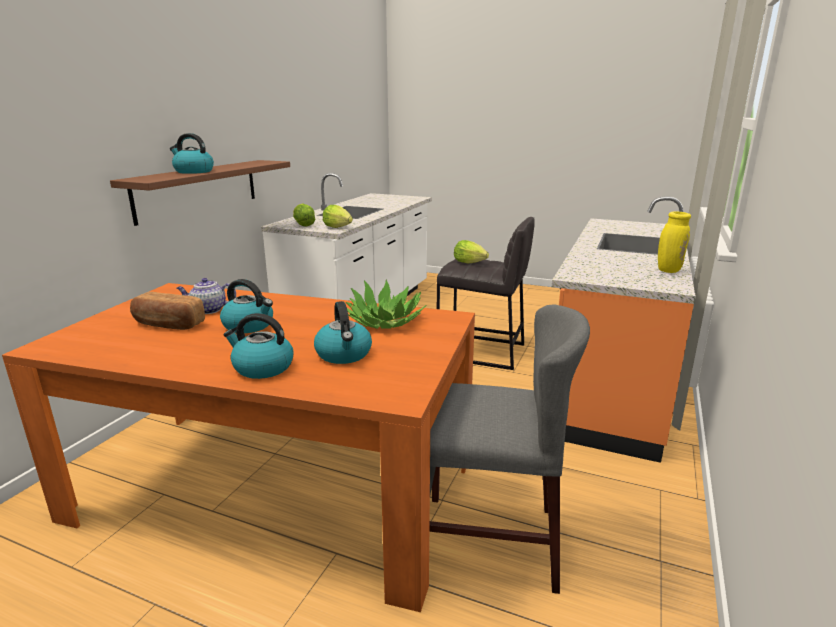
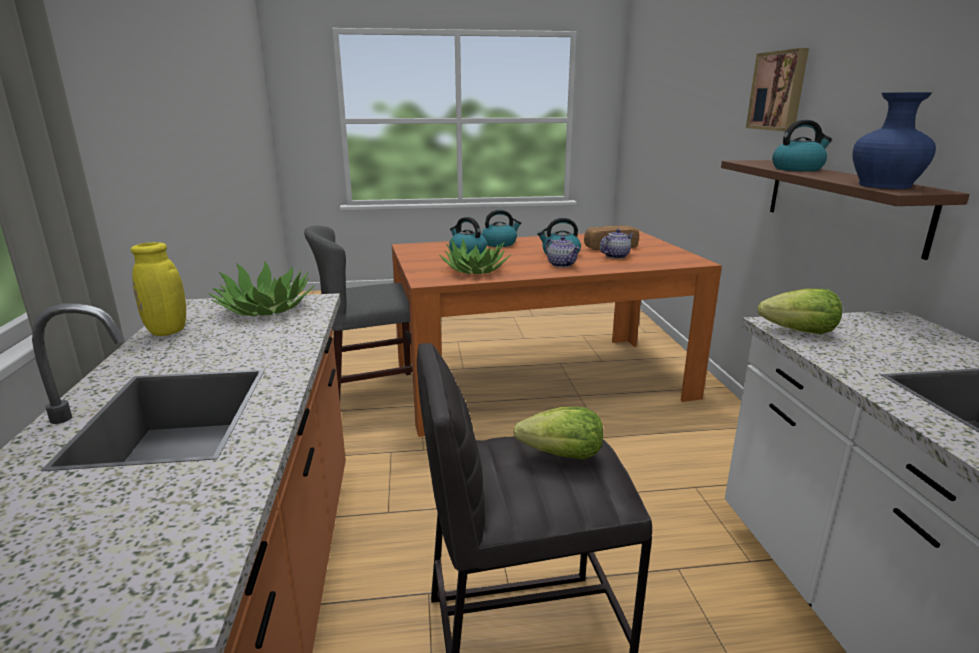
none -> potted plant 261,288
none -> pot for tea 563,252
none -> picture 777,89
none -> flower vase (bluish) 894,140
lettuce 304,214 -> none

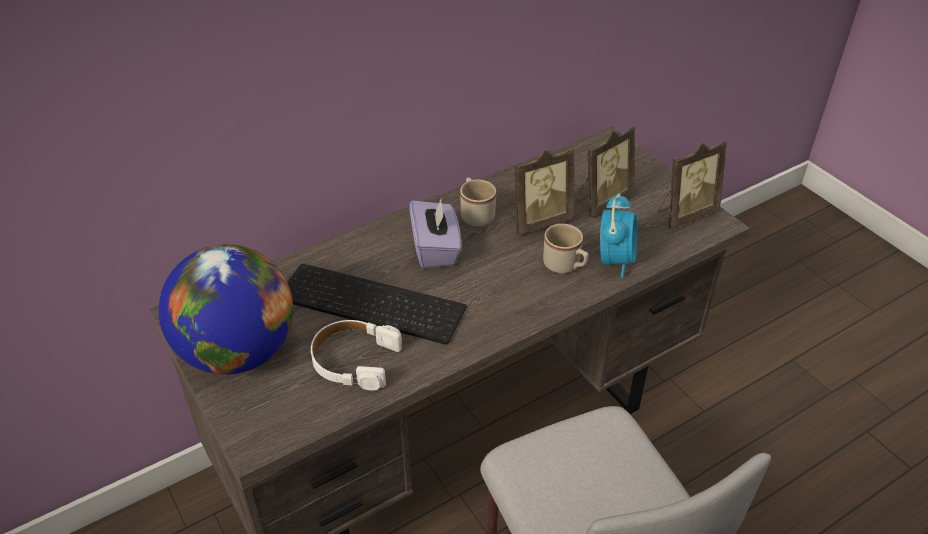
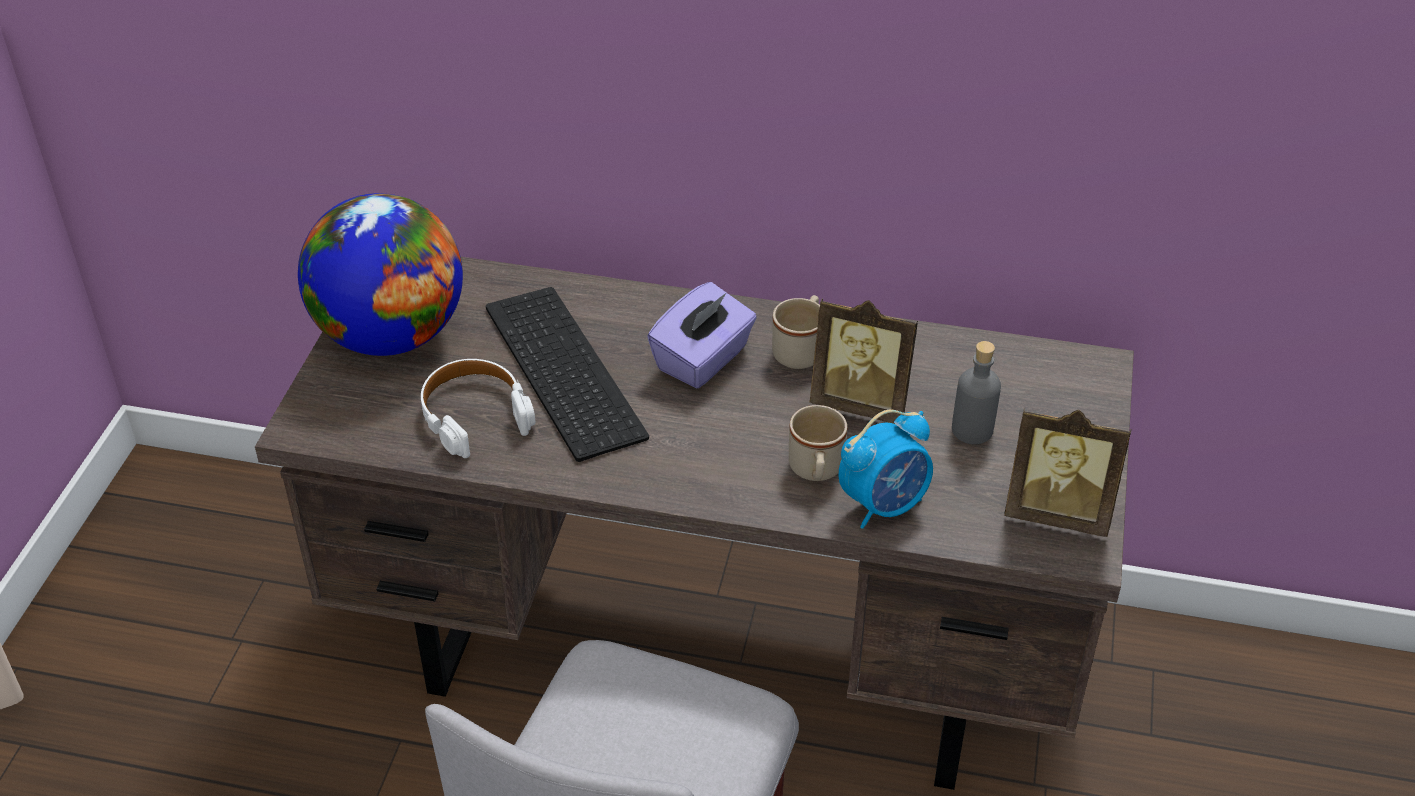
photo frame 605,172 -> bottle (greyish) 976,392

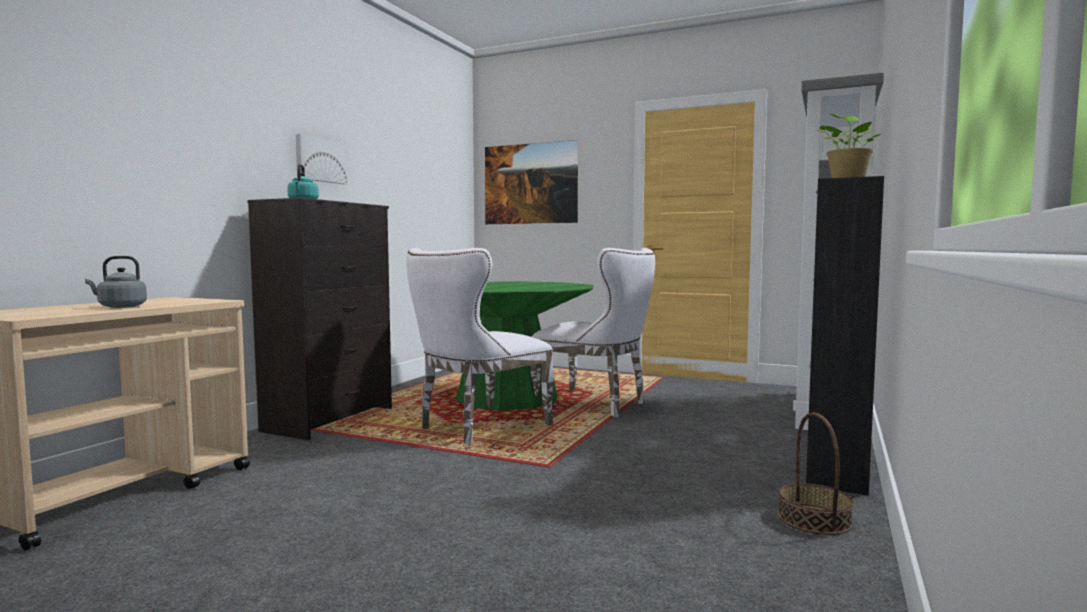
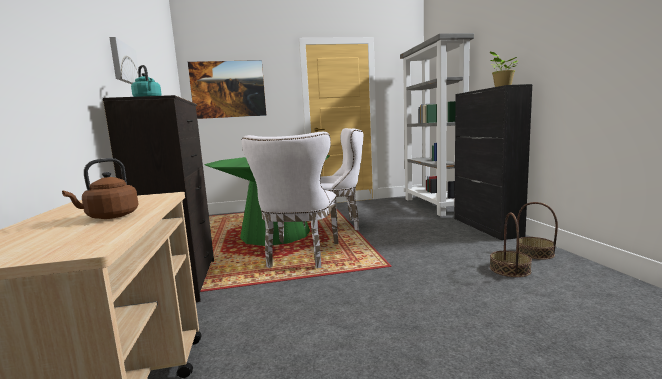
tea kettle (greyish) 116,282 -> tea kettle (brownish) 100,188
none -> household basket 511,245

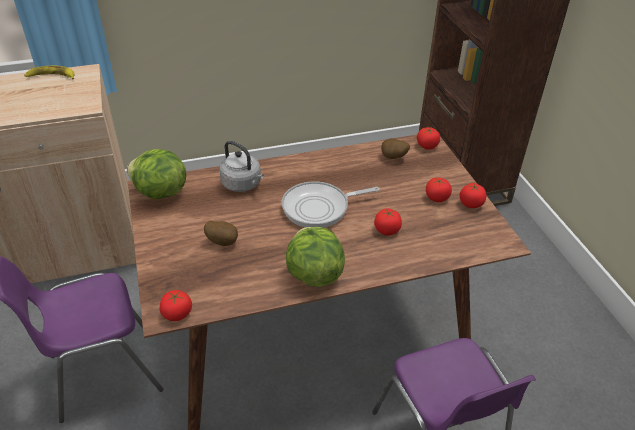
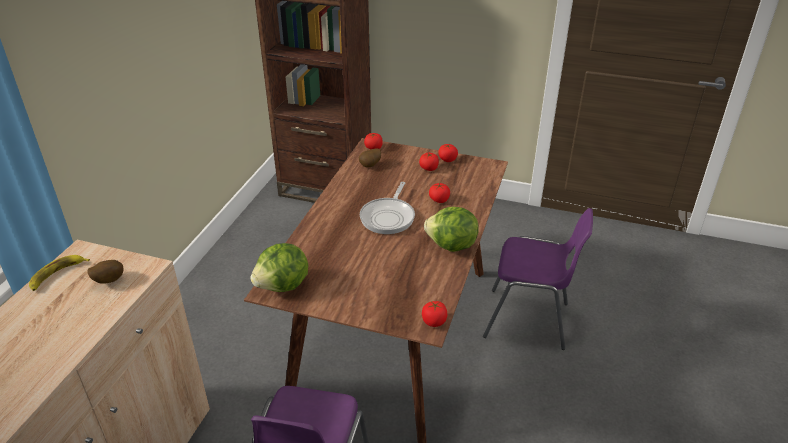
potato 221,233 -> potato 105,272, move
tea kettle (greyish) 241,166 -> none

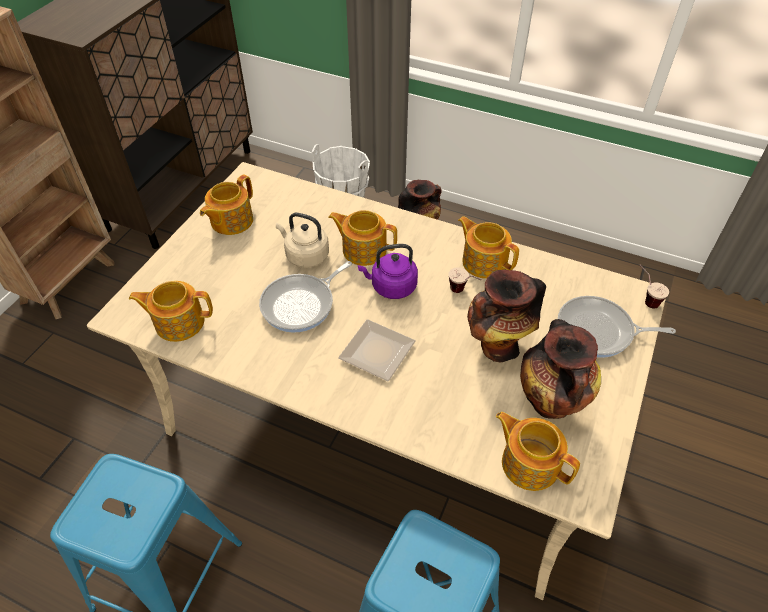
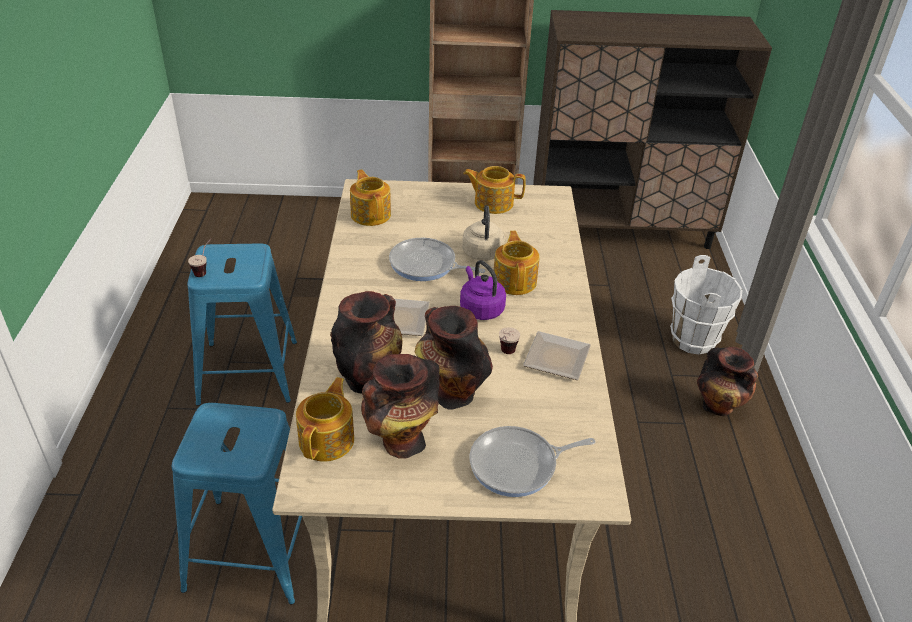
cup 654,286 -> cup 200,257, move
none -> flower vase 366,342
skillet 617,327 -> skillet 532,461, 90 degrees counterclockwise
pot for tea 488,247 -> dinner plate 557,355

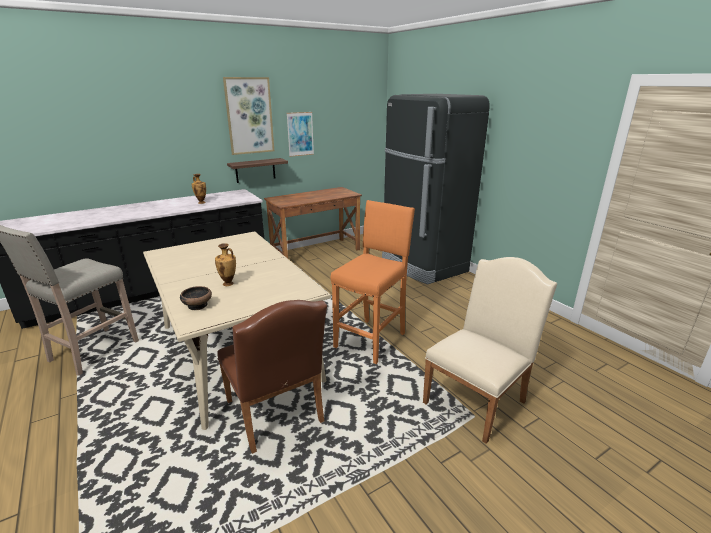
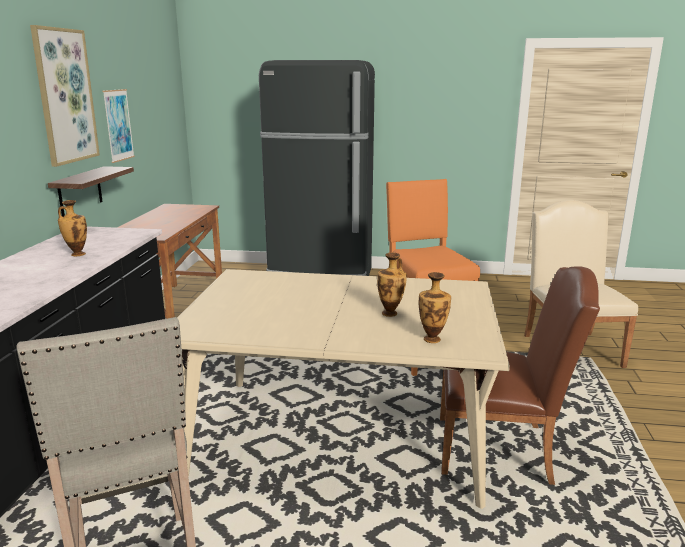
serving bowl 196,298 -> flower vase 435,307

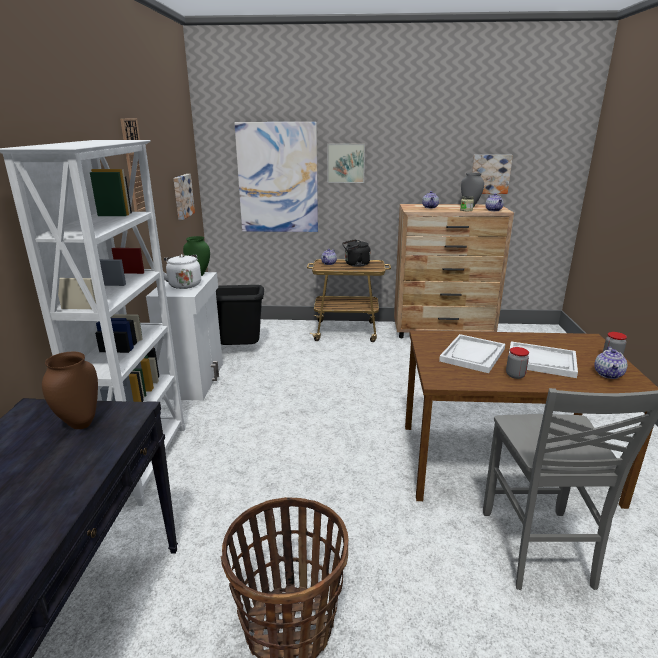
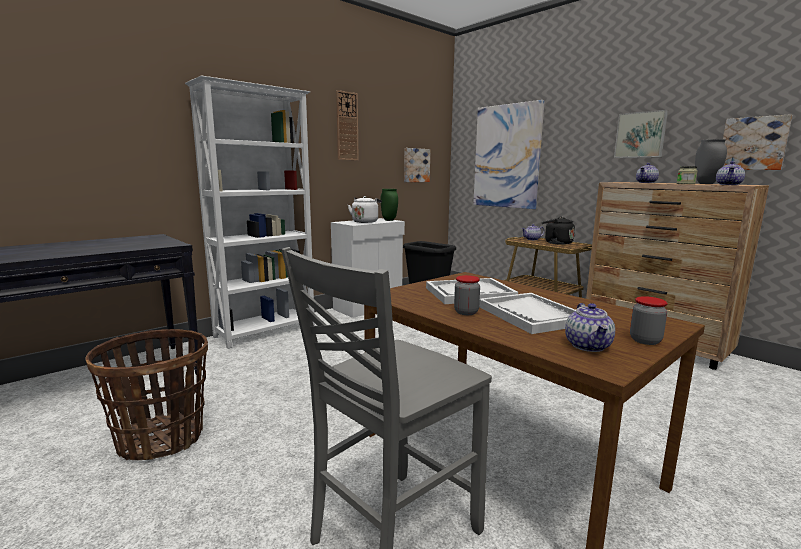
pot for tea 610,363 -> pot for tea 590,327, 60 degrees counterclockwise
picture 346,163 -> picture 641,134, move
flower vase (brownish) 70,390 -> none

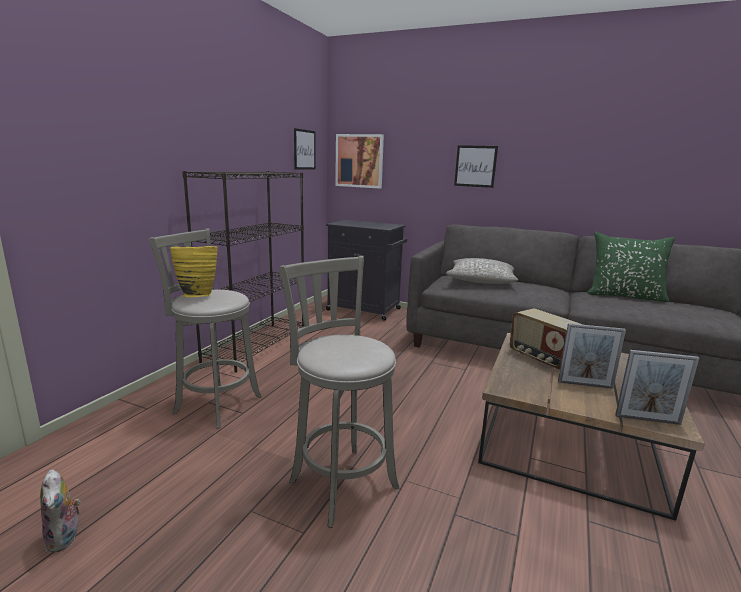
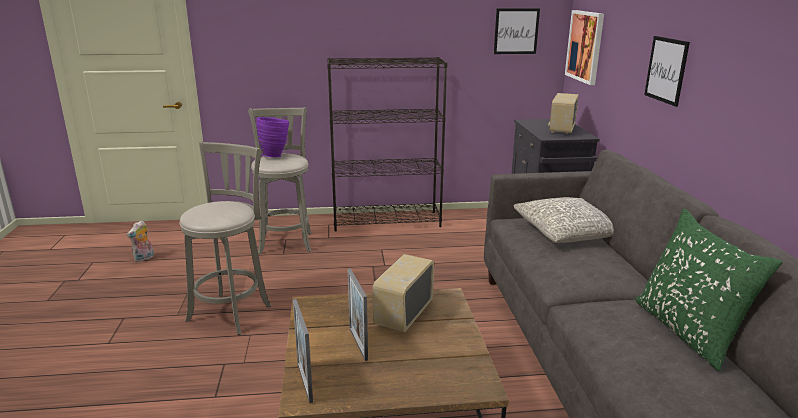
flower vase (yellowish) 193,271 -> flower vase (purplish) 272,137
none -> radio set 563,113

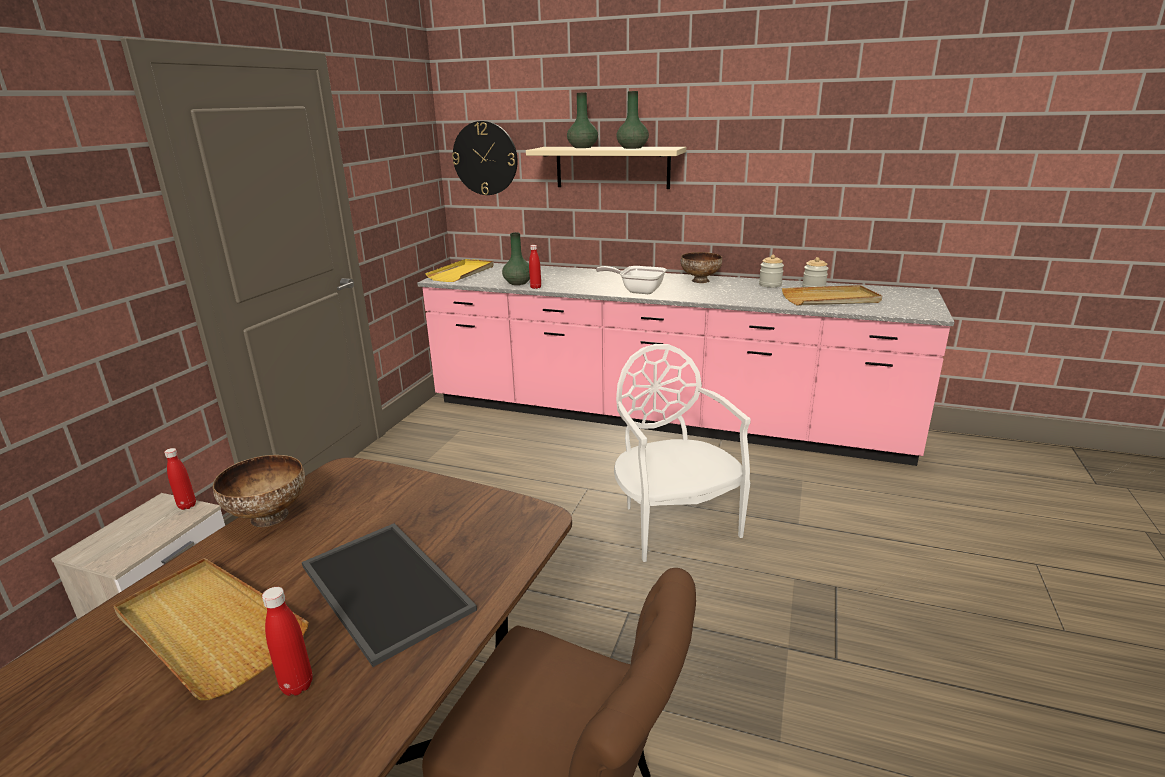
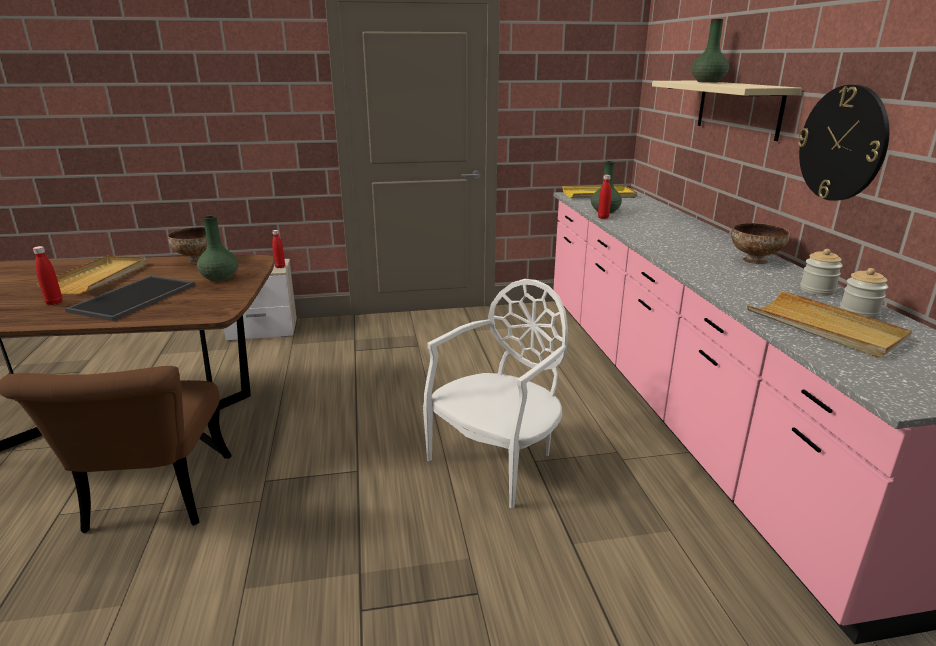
flower vase (green-coloured) 632,120 -> flower vase (green-coloured) 217,249, move
clock on the wall 485,158 -> clock on the wall 843,143, move
skillet 631,280 -> none

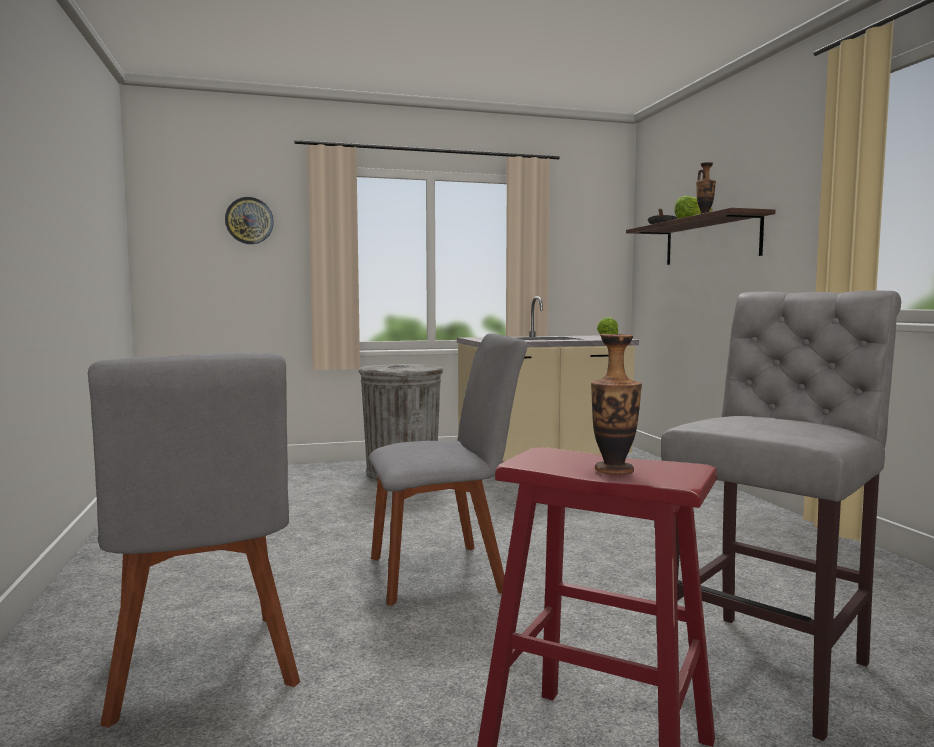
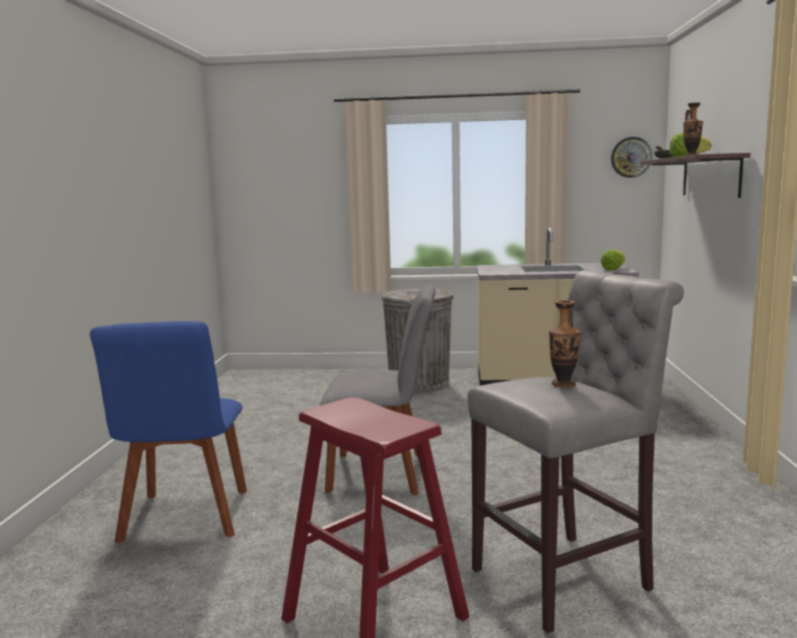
chair (greyish) 194,540 -> chair (bluish) 168,432
flower vase 616,404 -> flower vase 565,344, move
clock on the wall 249,220 -> clock on the wall 631,157, move

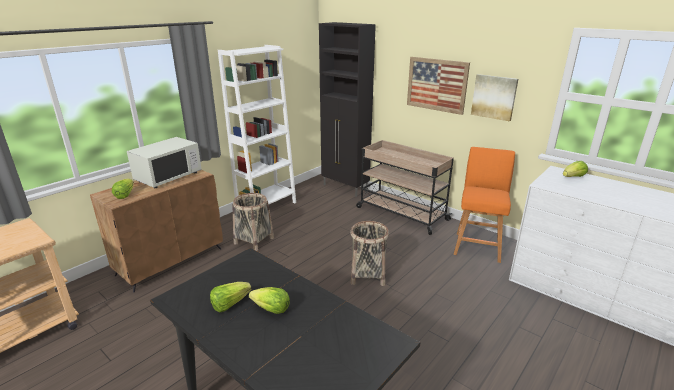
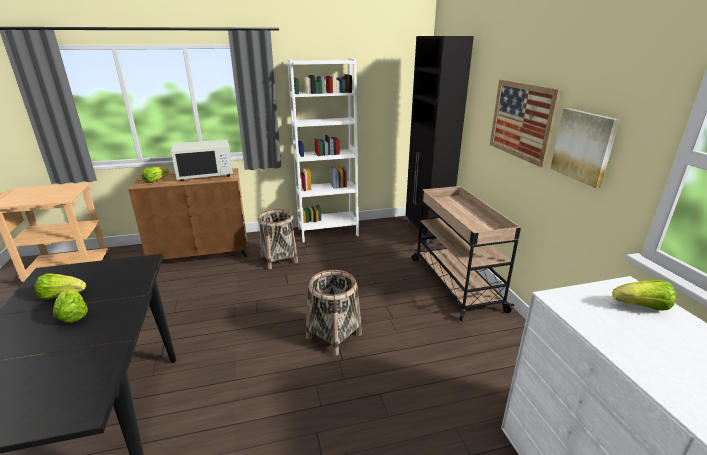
stool (orangey) 484,205 -> none

